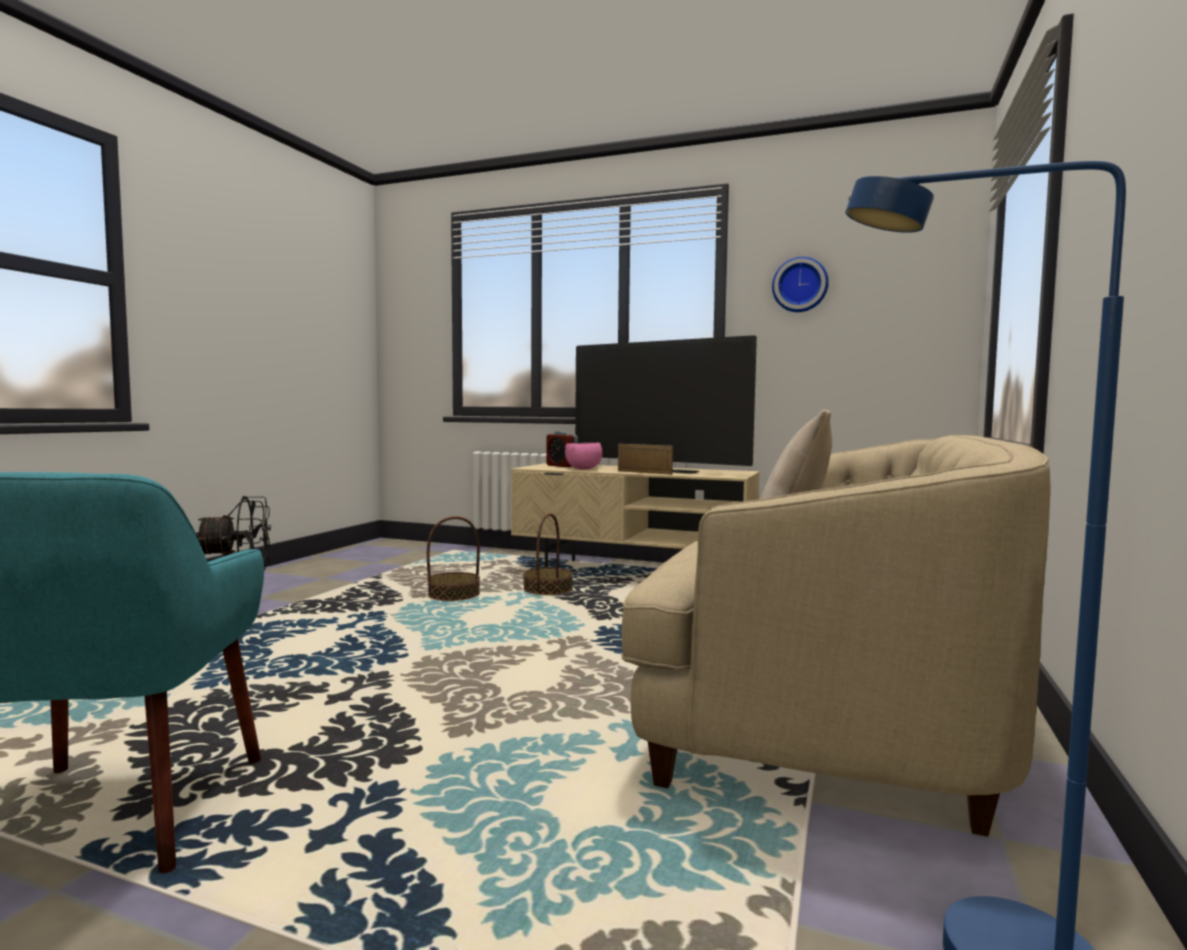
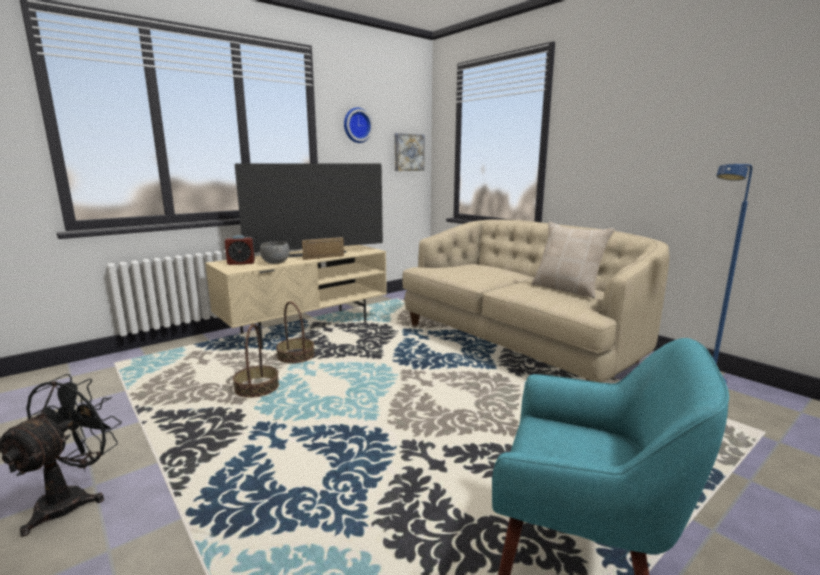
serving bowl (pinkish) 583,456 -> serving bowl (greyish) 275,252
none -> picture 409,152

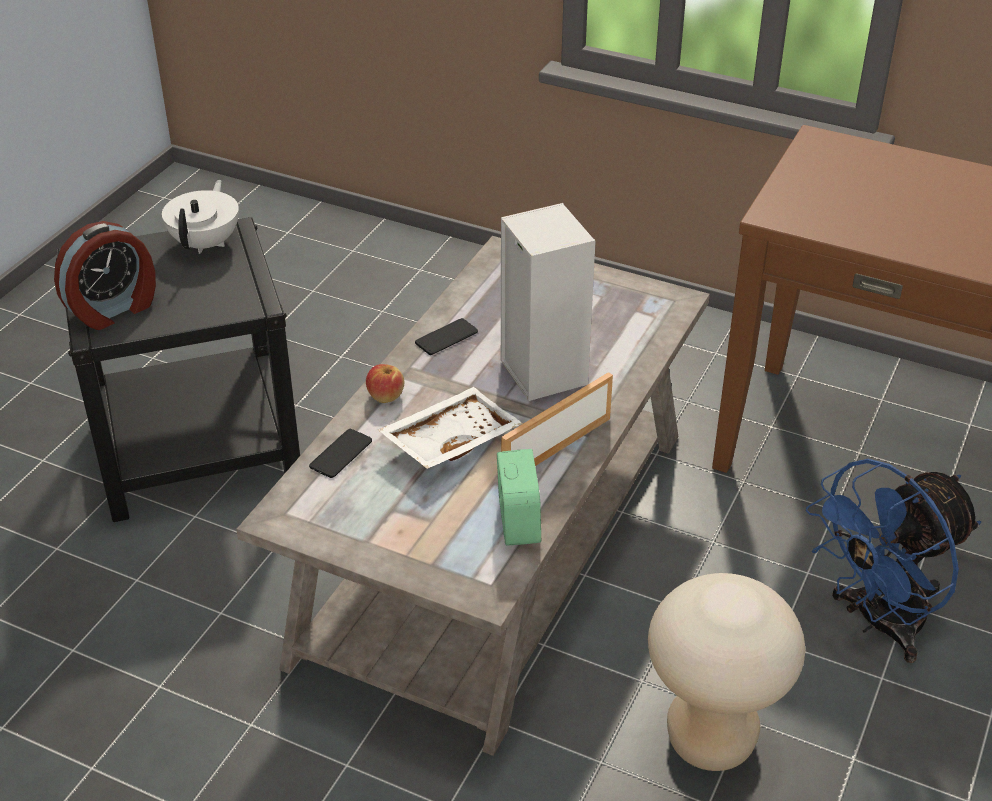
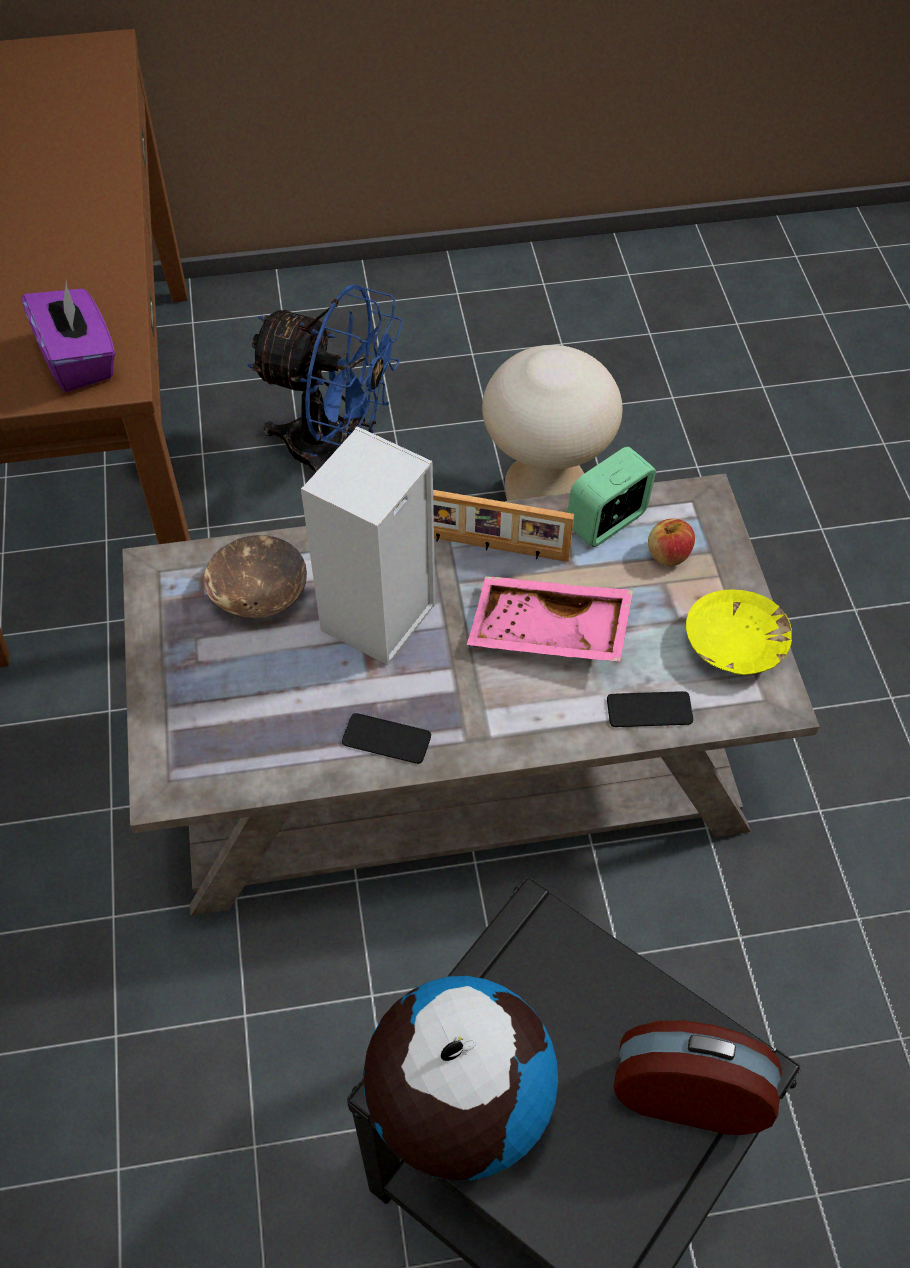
none -> tissue box (purplish) 68,337
none -> serving bowl (brownish) 255,577
pot for tea (white-coloured) 200,217 -> desk globe 460,1078
serving tray (white-coloured) 450,428 -> serving tray (pinkish) 550,619
apple fruit 385,383 -> apple fruit 671,542, move
none -> serving bowl (yellowish) 739,632

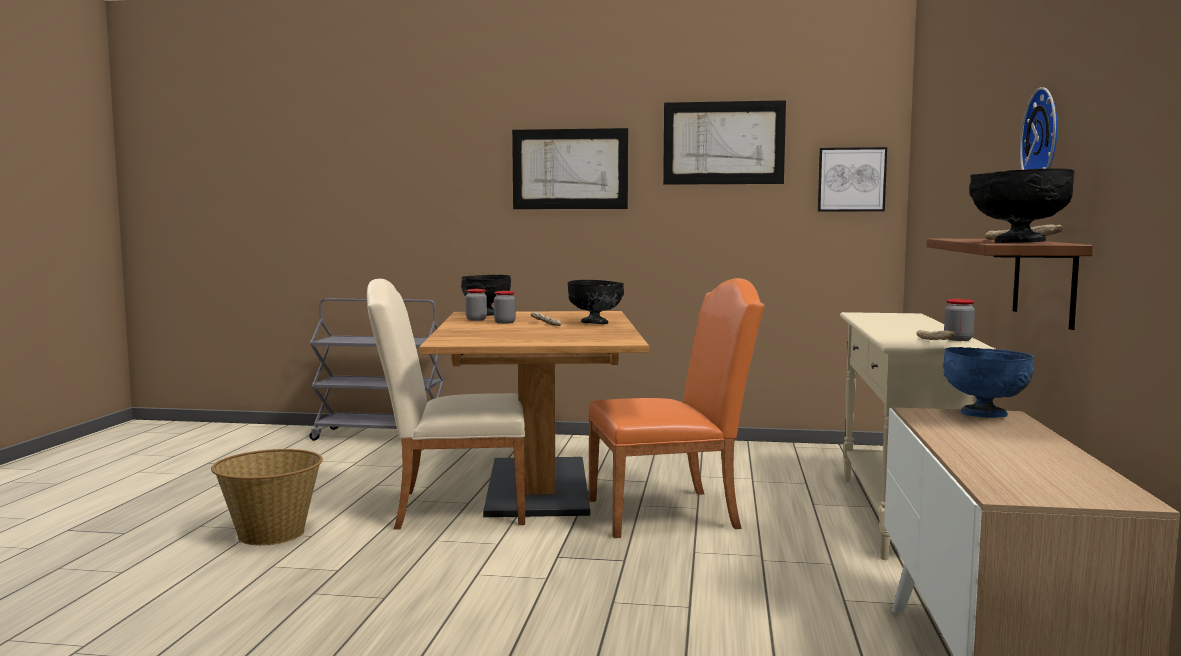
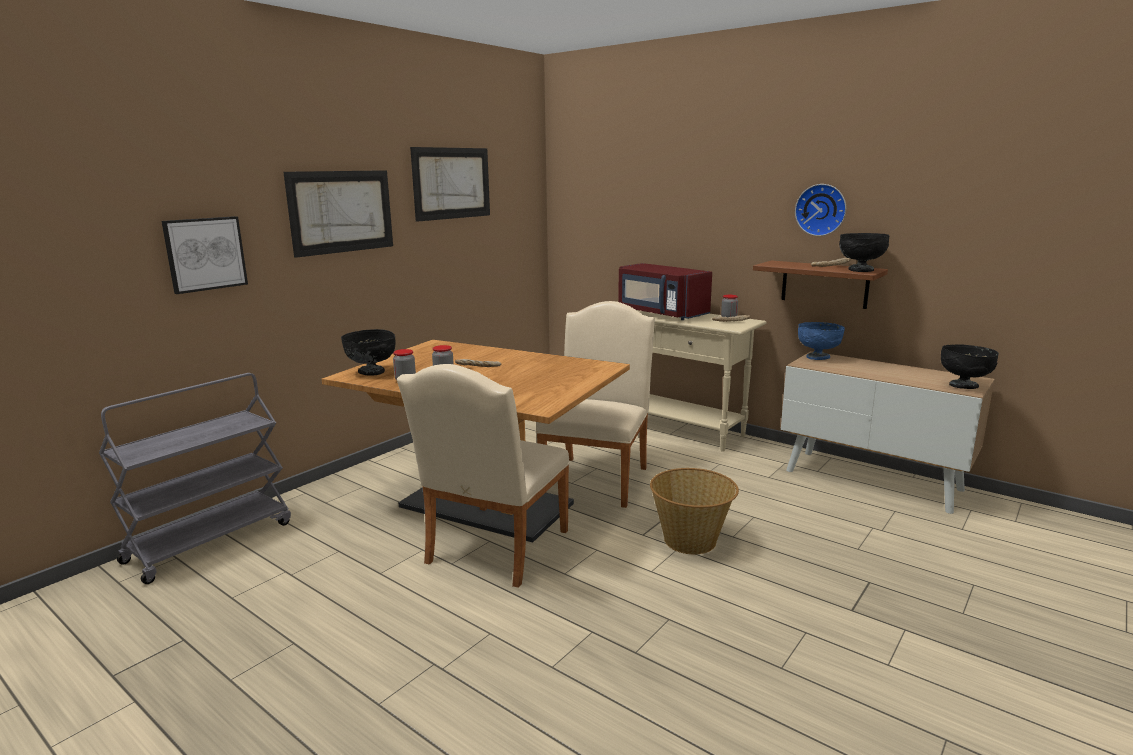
picture 852,179 -> picture 204,255, move
chair (orangey) 676,408 -> chair (beige) 595,404
none -> microwave (reddish) 665,291
household basket 267,497 -> household basket 694,511, move
serving bowl (black-coloured) 596,302 -> serving bowl (black-coloured) 970,366, move

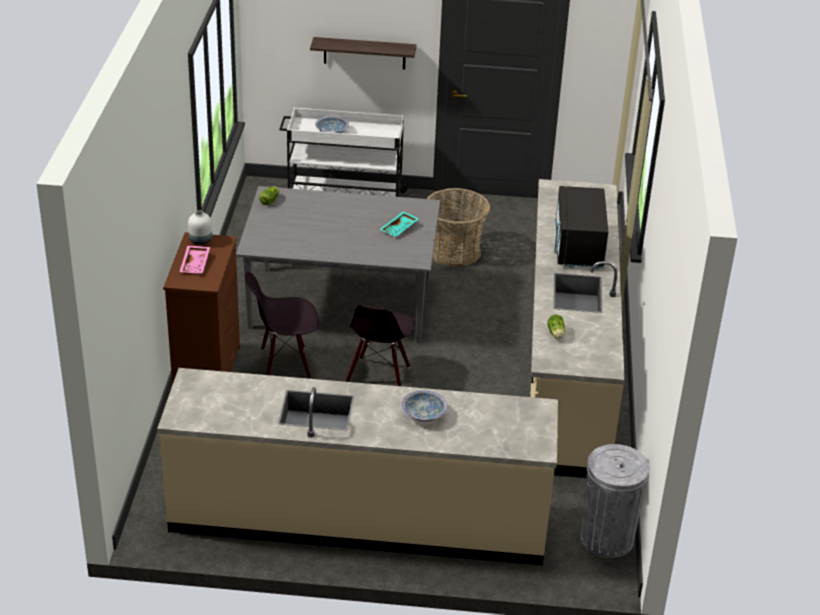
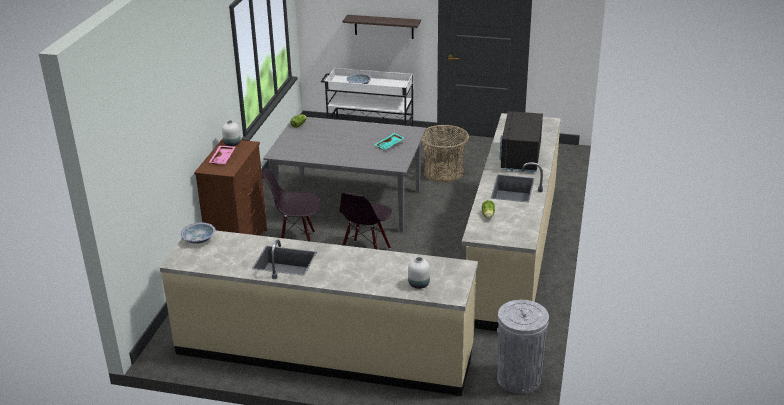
serving bowl 424,406 -> serving bowl 198,233, move
none -> flower vase (white-coloured) 419,273

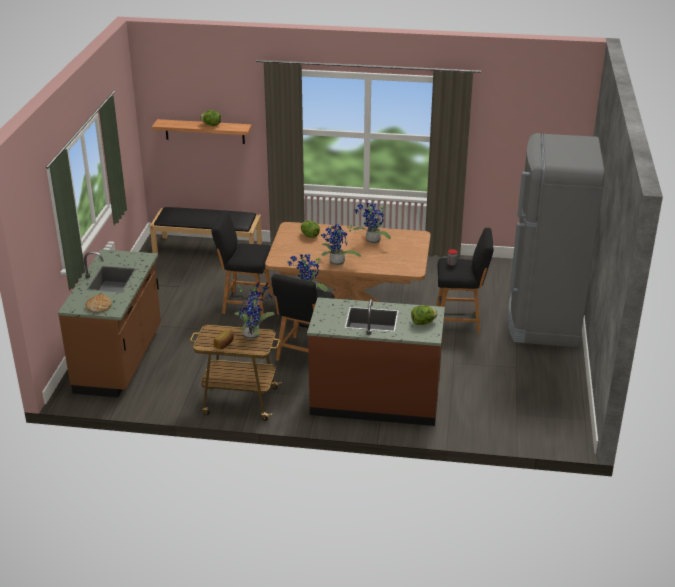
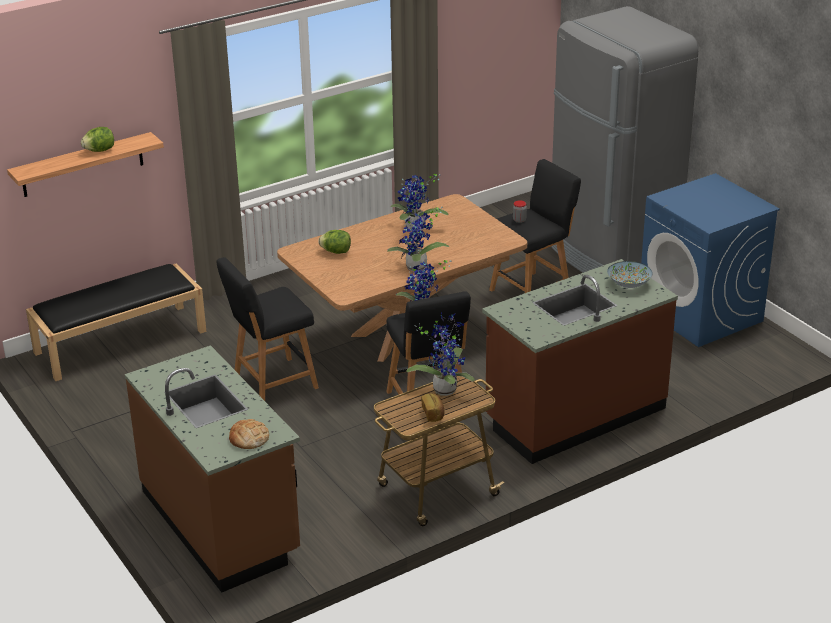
lettuce 424,315 -> serving bowl 630,274
none -> washing machine (bluish) 710,260

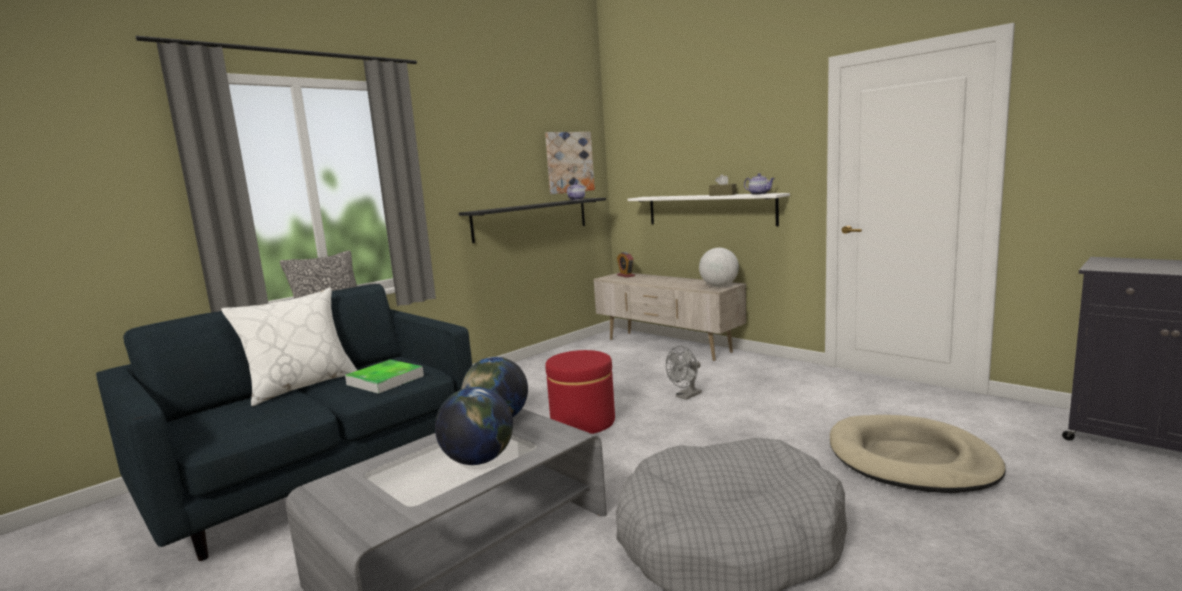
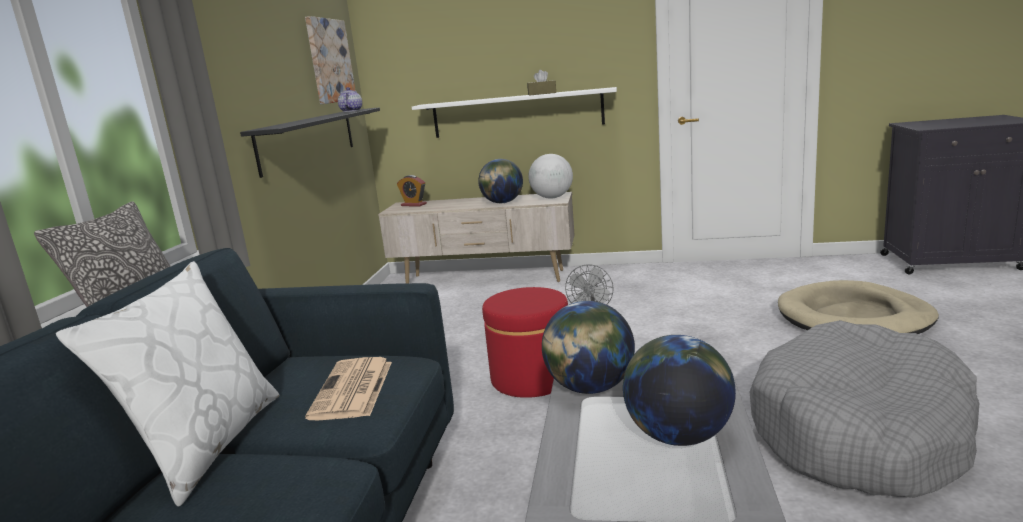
serving tray 384,377 -> newspaper 348,388
none -> desk globe 500,181
pot for tea 759,184 -> none

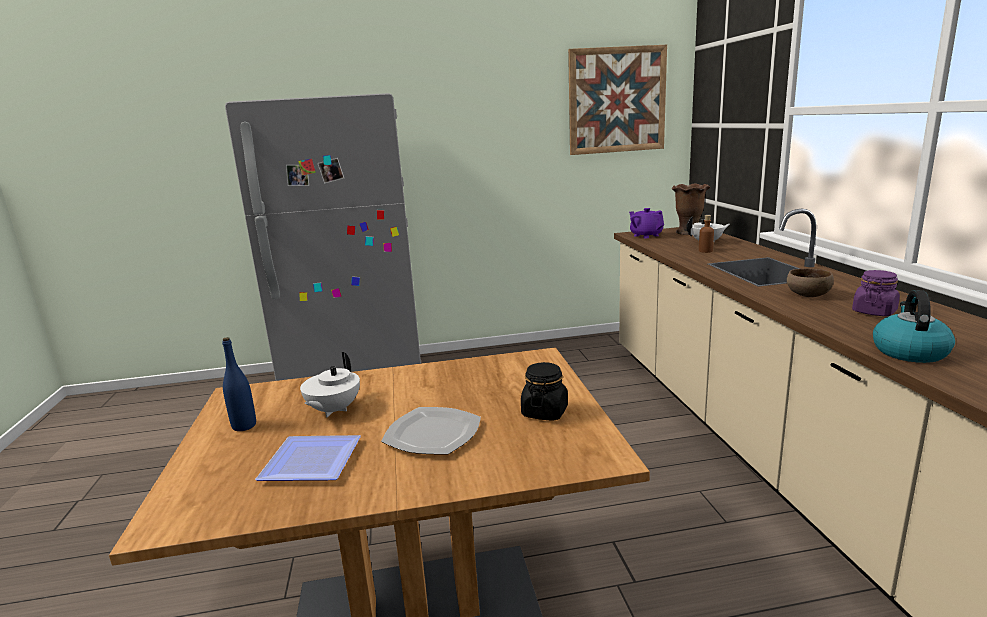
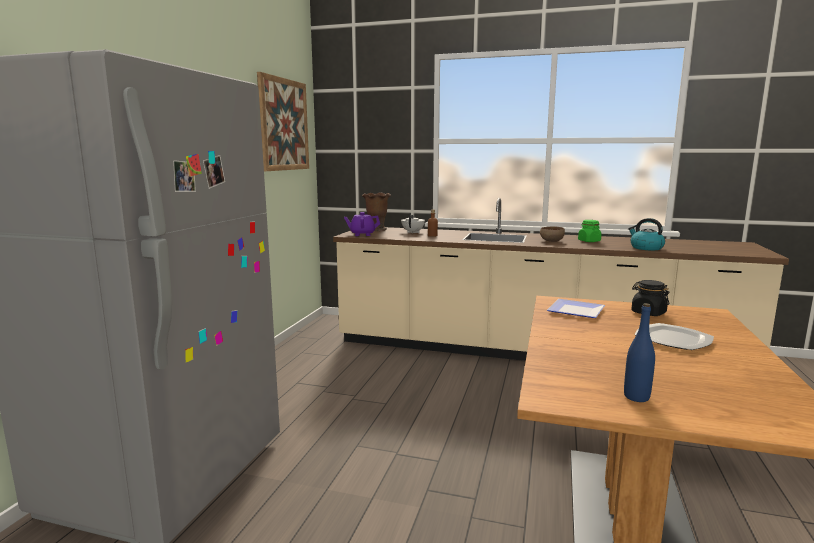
dinner plate 308,458 -> dinner plate 576,308, move
preserve jar (purplish) 876,293 -> preserve jar (green-coloured) 589,231
pot for tea (white-coloured) 330,385 -> none

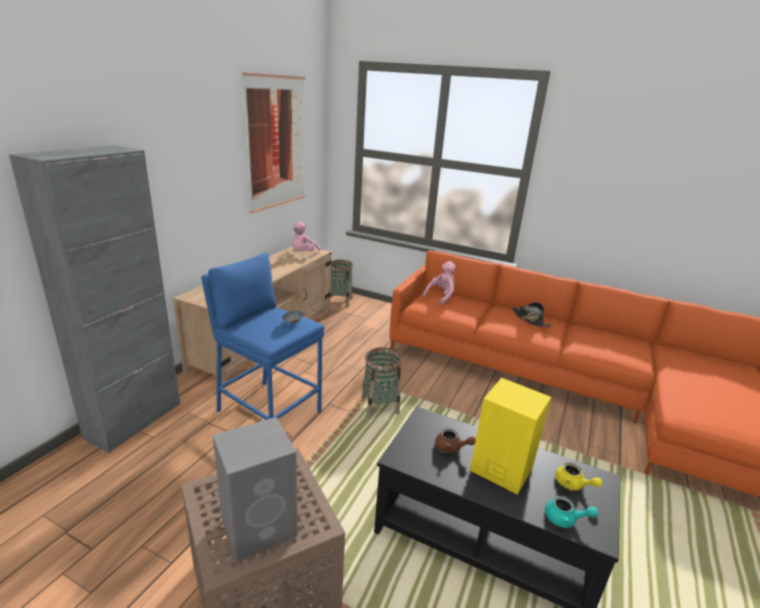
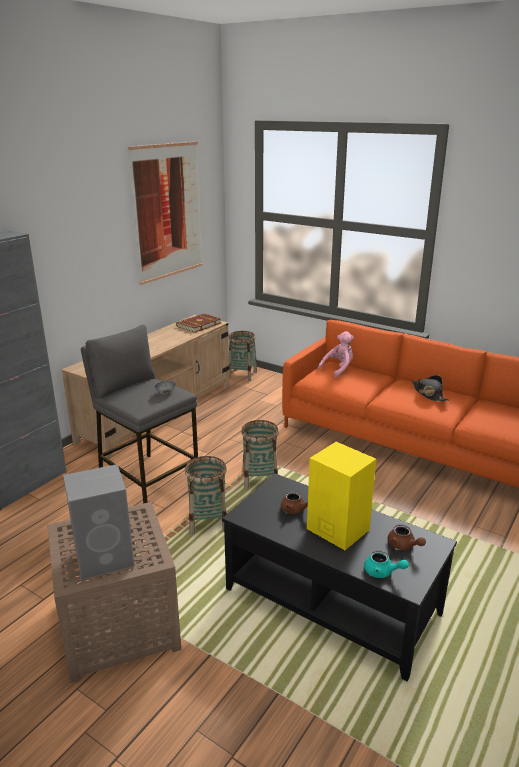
stool (bluish) 262,336 -> stool (greyish) 139,414
plush toy (pinkish) 306,237 -> volume (brownish) 198,323
none -> household basket 206,495
pot for tea (yellowish) 578,476 -> pot for tea (brownish) 407,537

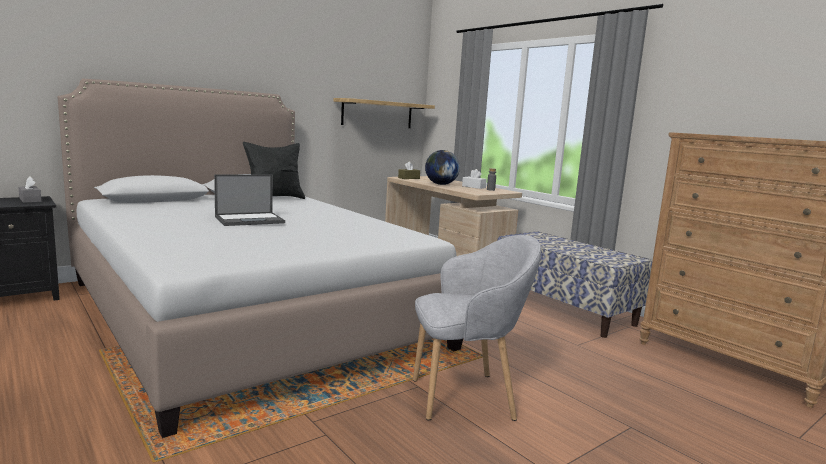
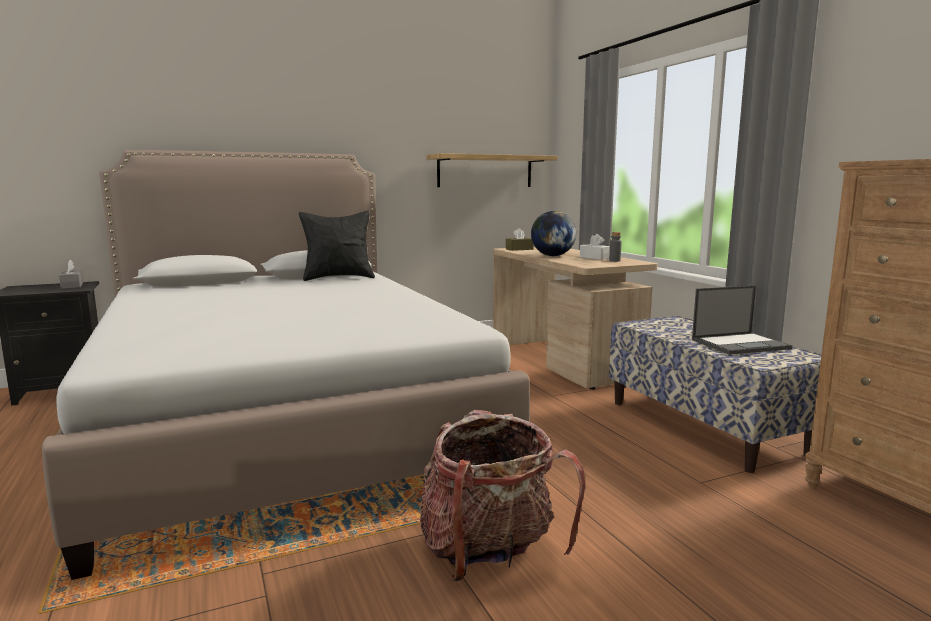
easy chair (greyish) 477,328 -> backpack 502,495
laptop 249,200 -> laptop 742,320, move

